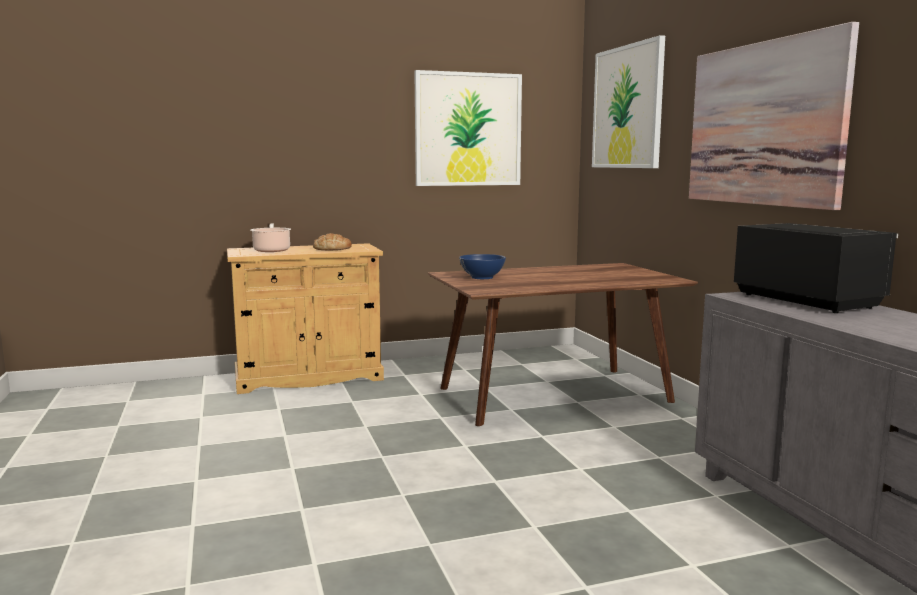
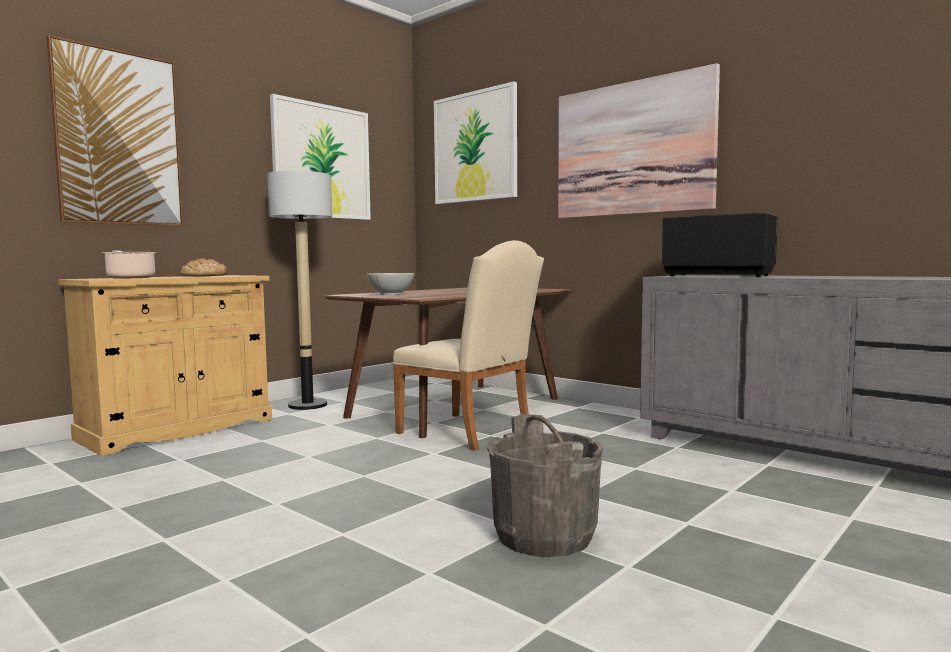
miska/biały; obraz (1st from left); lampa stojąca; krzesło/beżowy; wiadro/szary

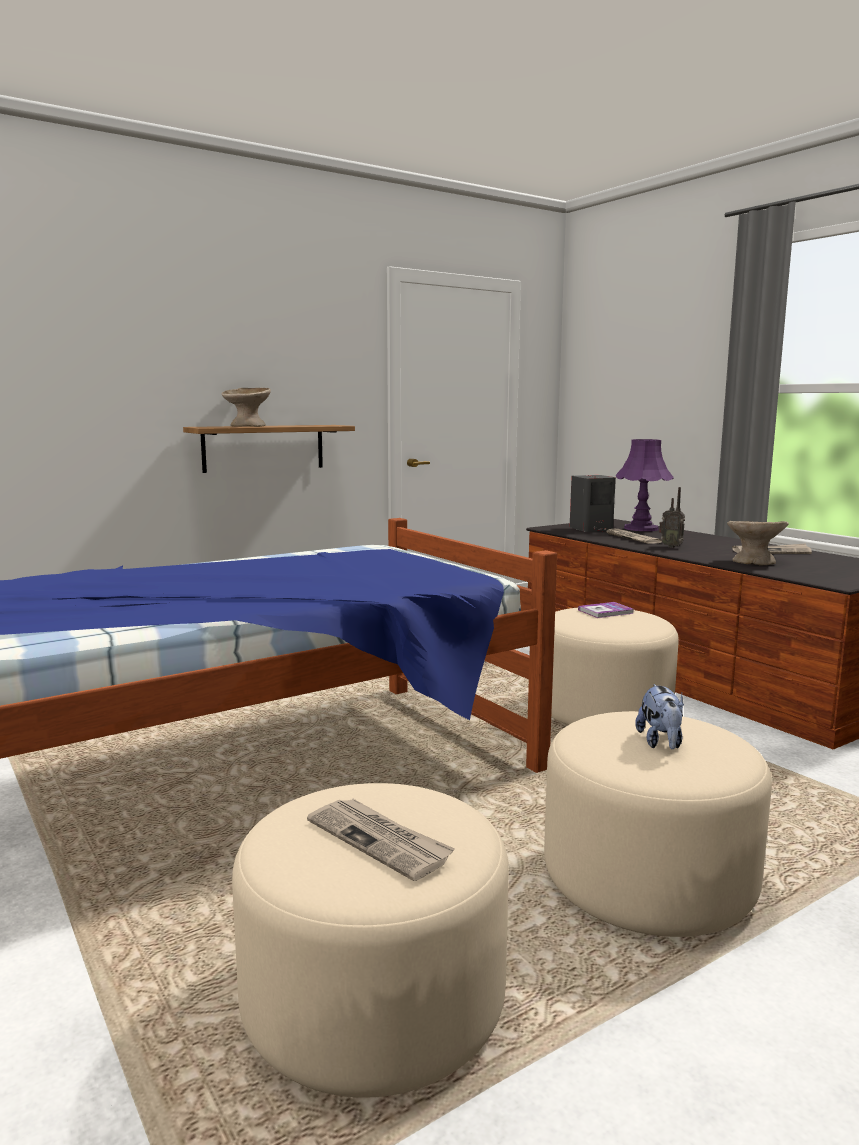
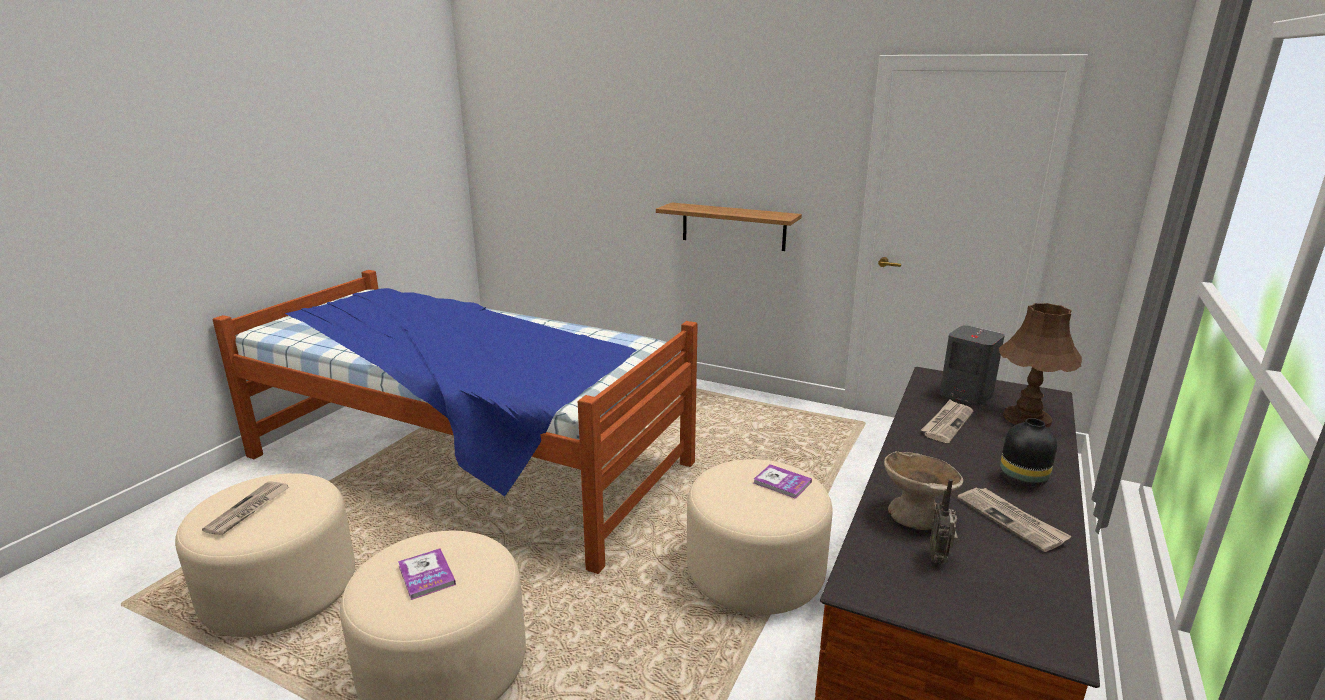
miska/beżowy (1st from left in the first image); lampa stołowa/brązowy; radio; książka (1st from left); wazon/czarny

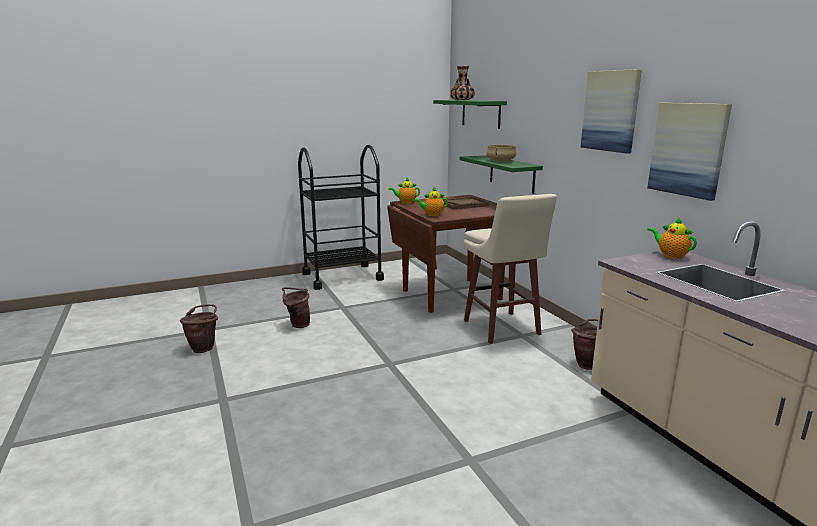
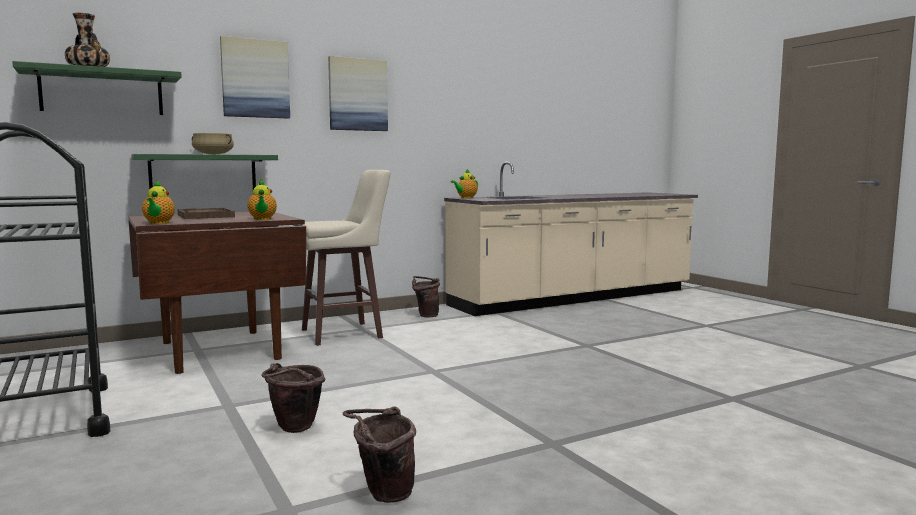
obraz (1st from left)

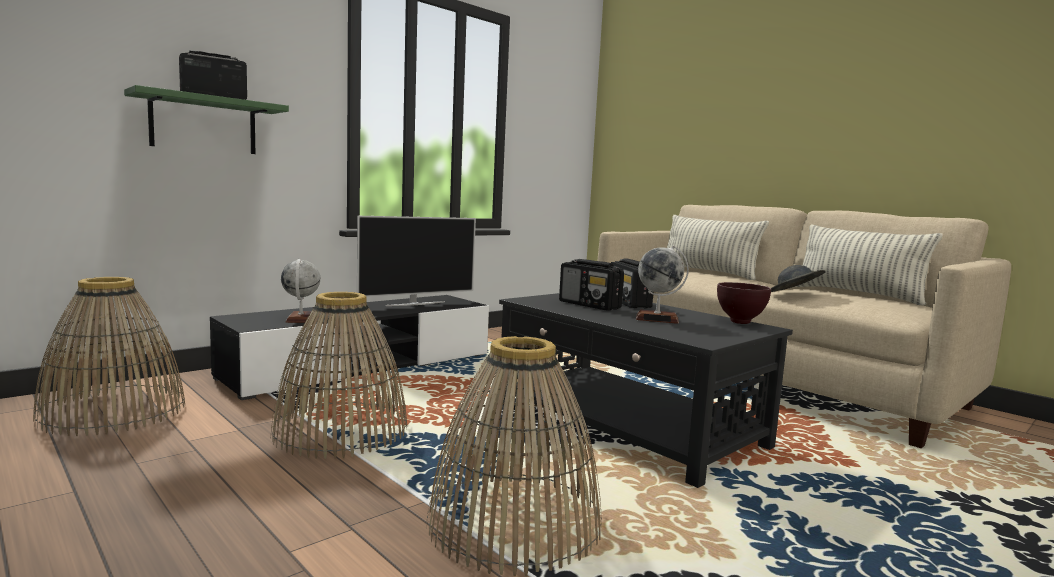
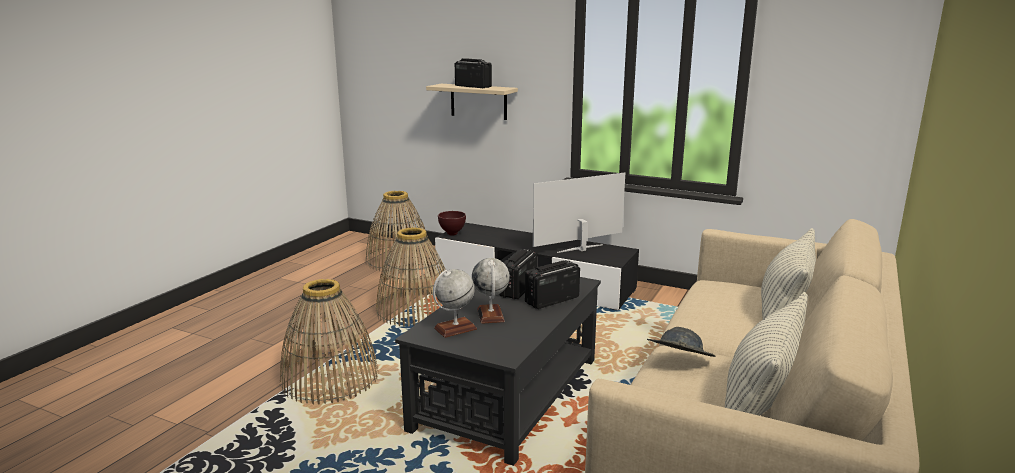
półka/beżowy; telewizor; globus (1st from left); miska/brązowy

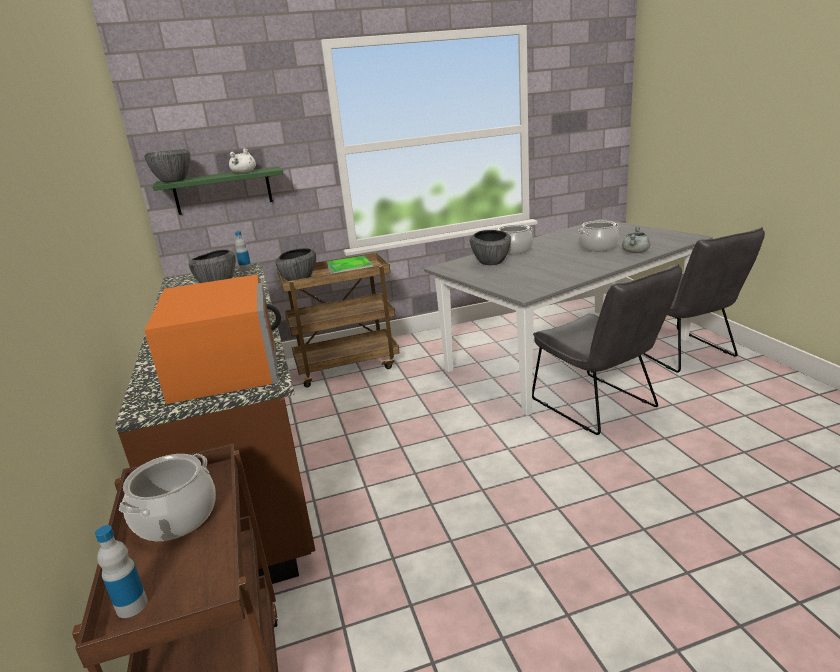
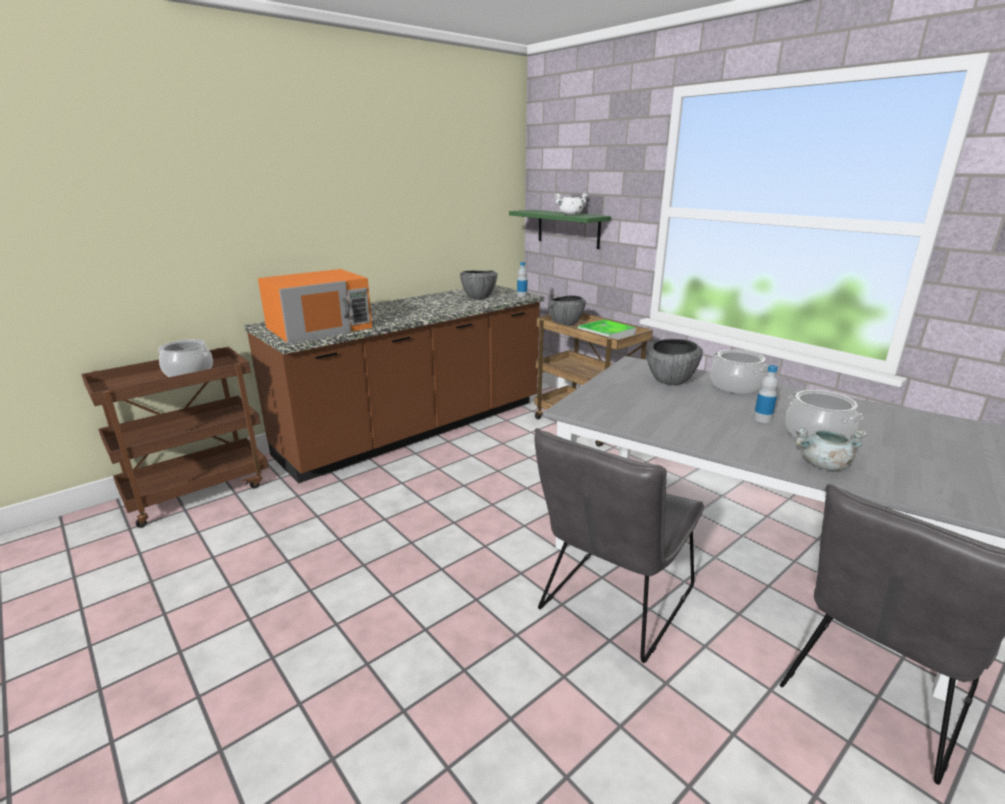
miska (1st from left in the first image); butelka (2nd from left)

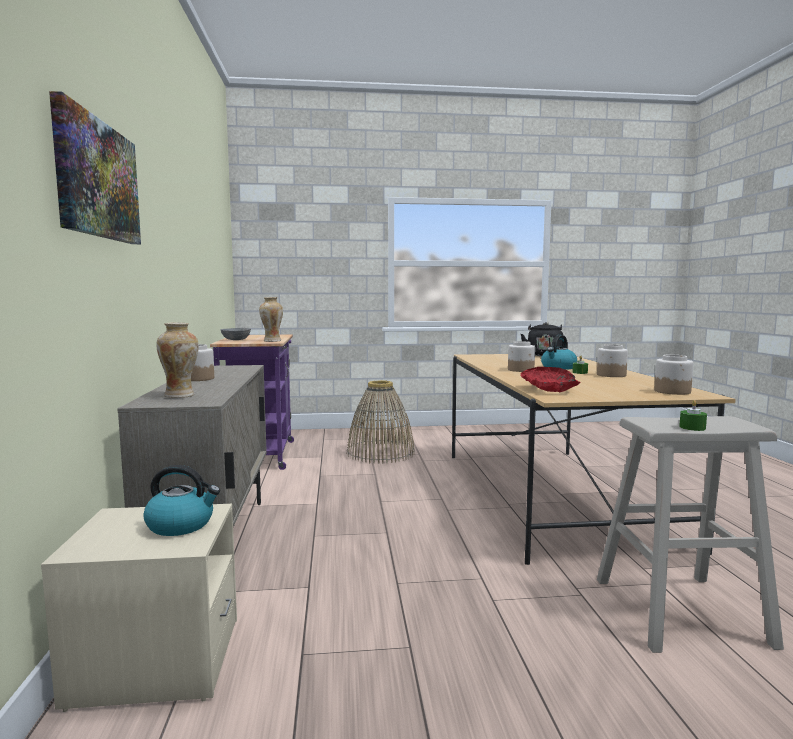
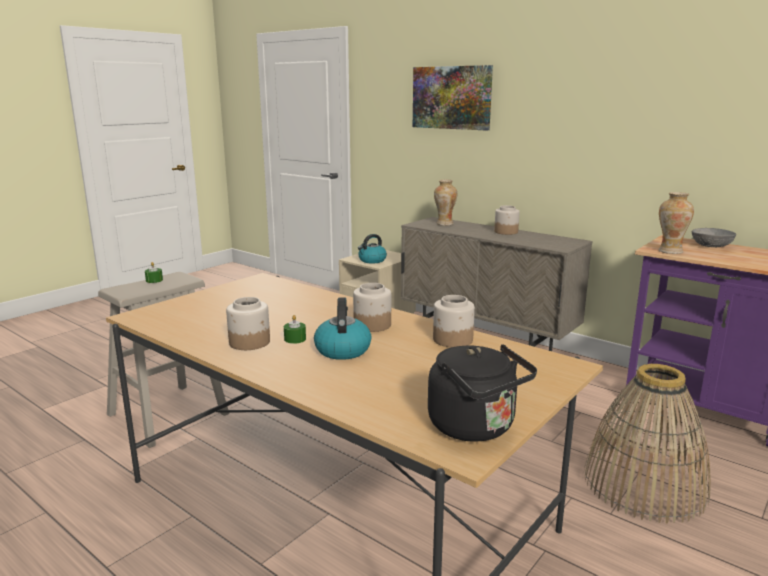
słoik (3rd from left); miska/czerwony

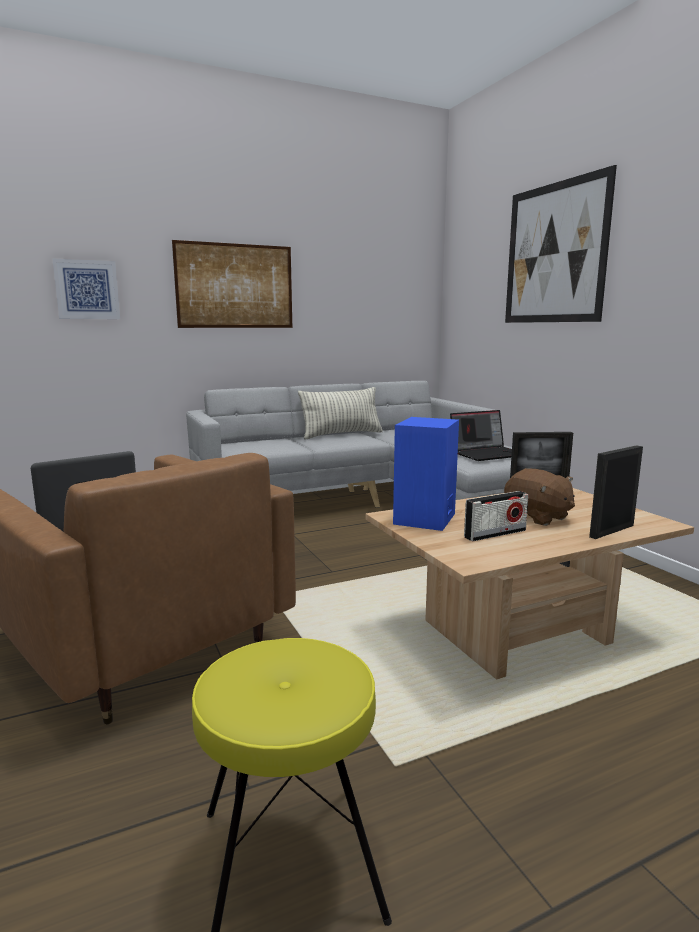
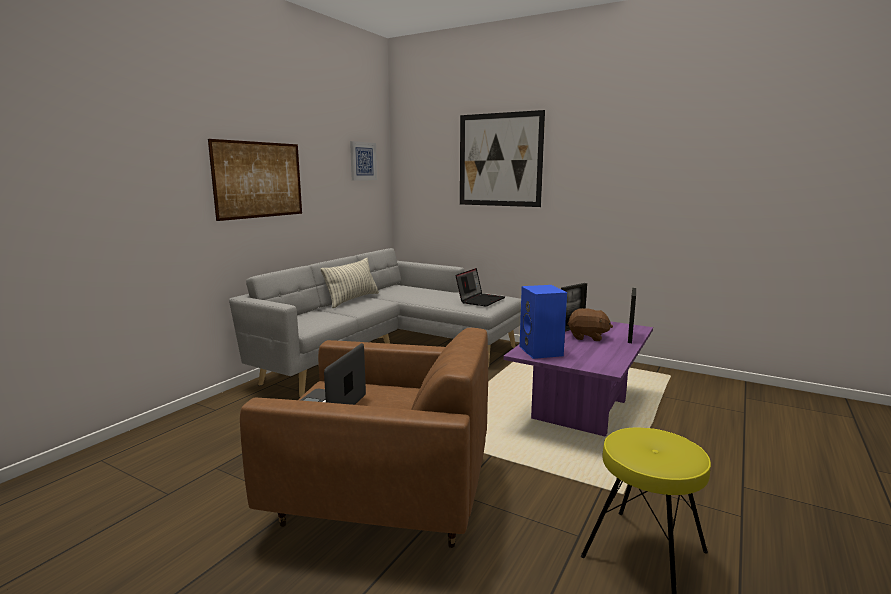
obraz (2nd from left); ława/fioletowy; radio

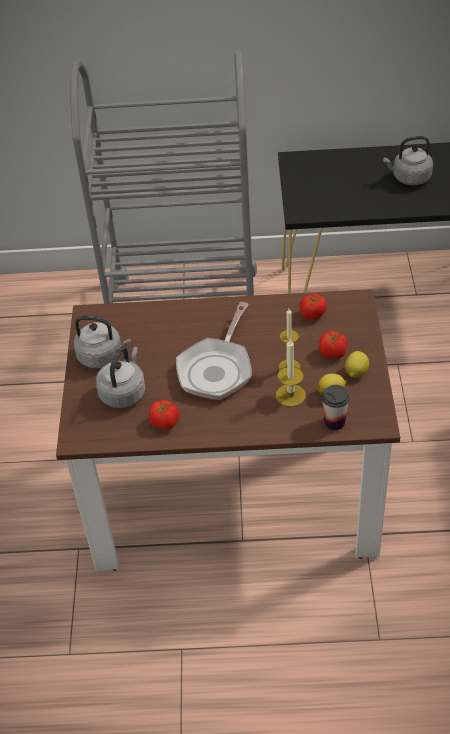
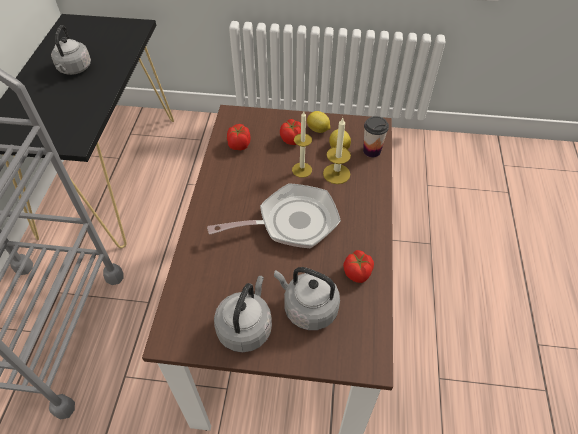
patelnia

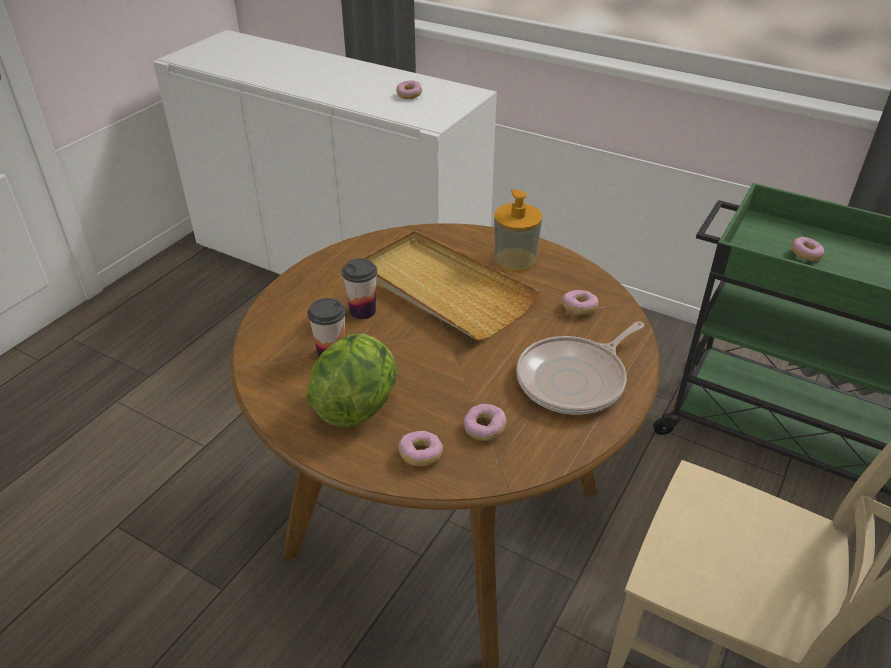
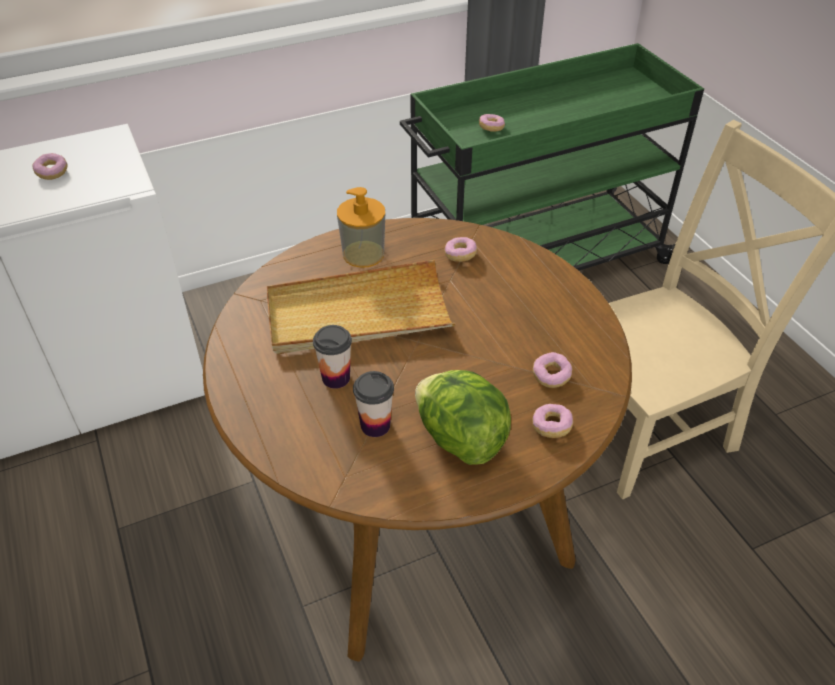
patelnia

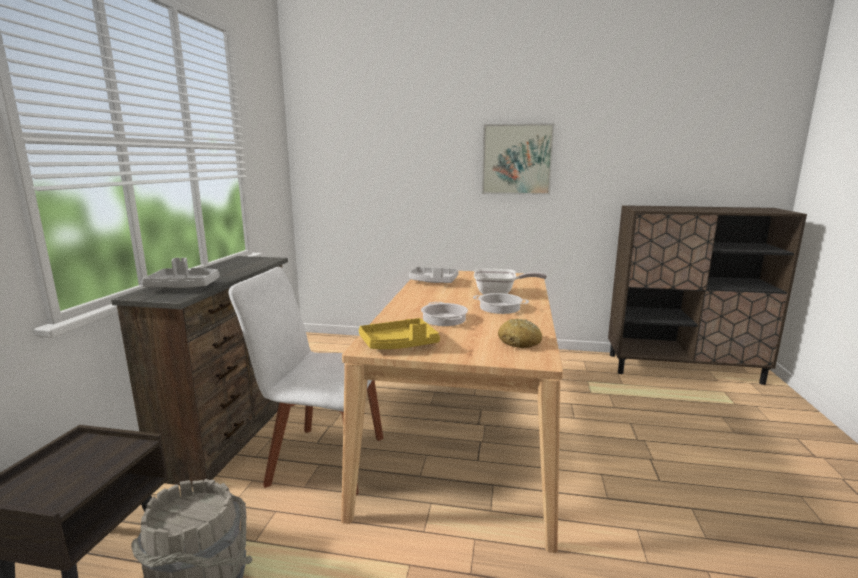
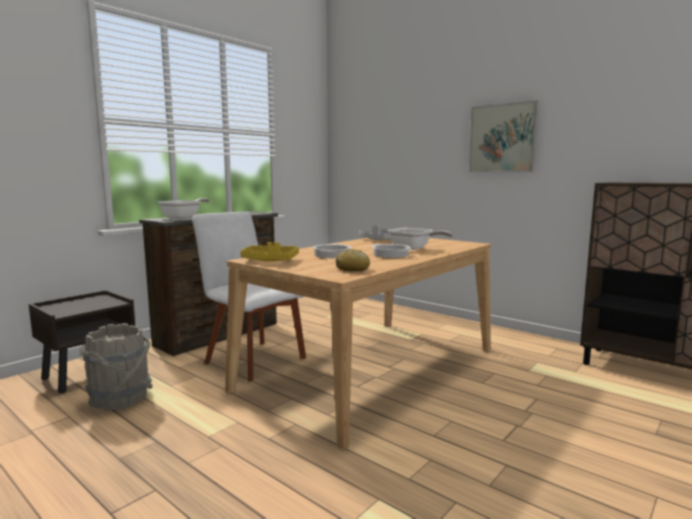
patelnia (1st from left)

